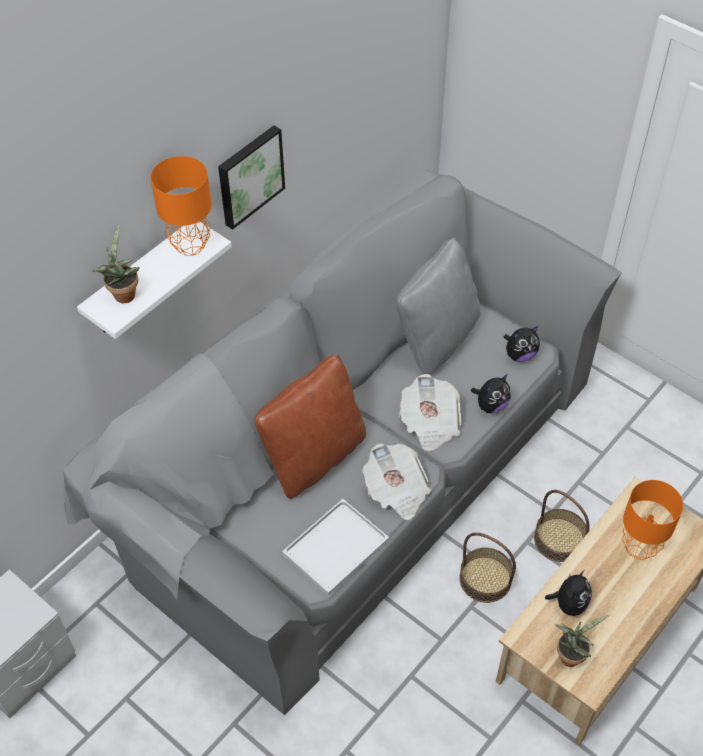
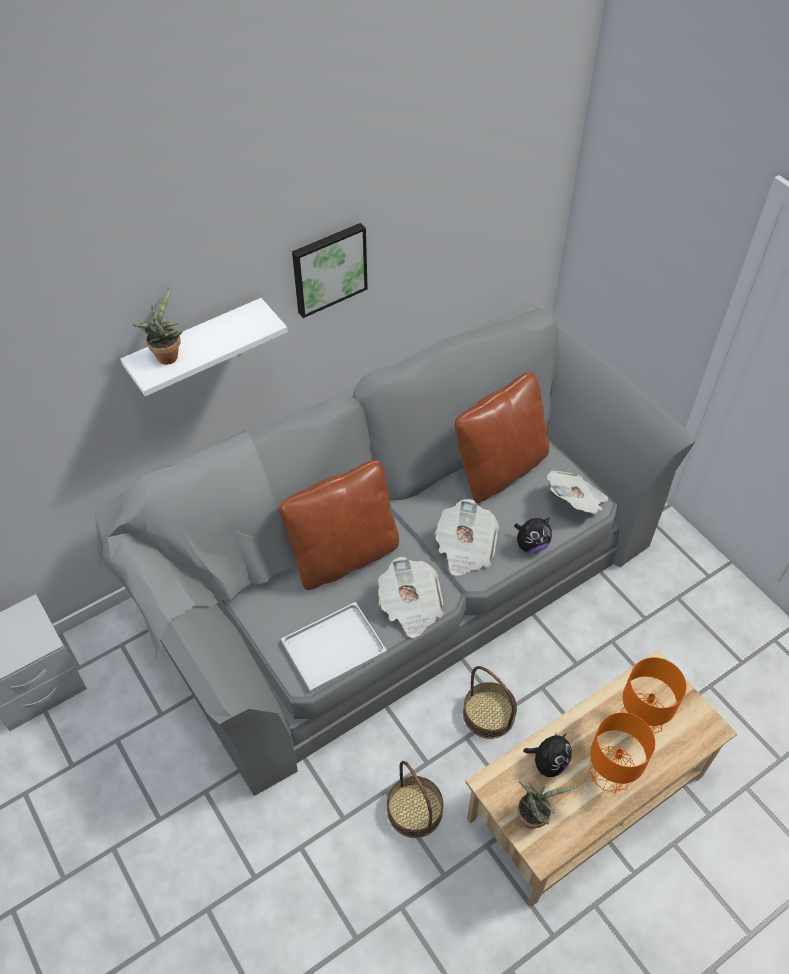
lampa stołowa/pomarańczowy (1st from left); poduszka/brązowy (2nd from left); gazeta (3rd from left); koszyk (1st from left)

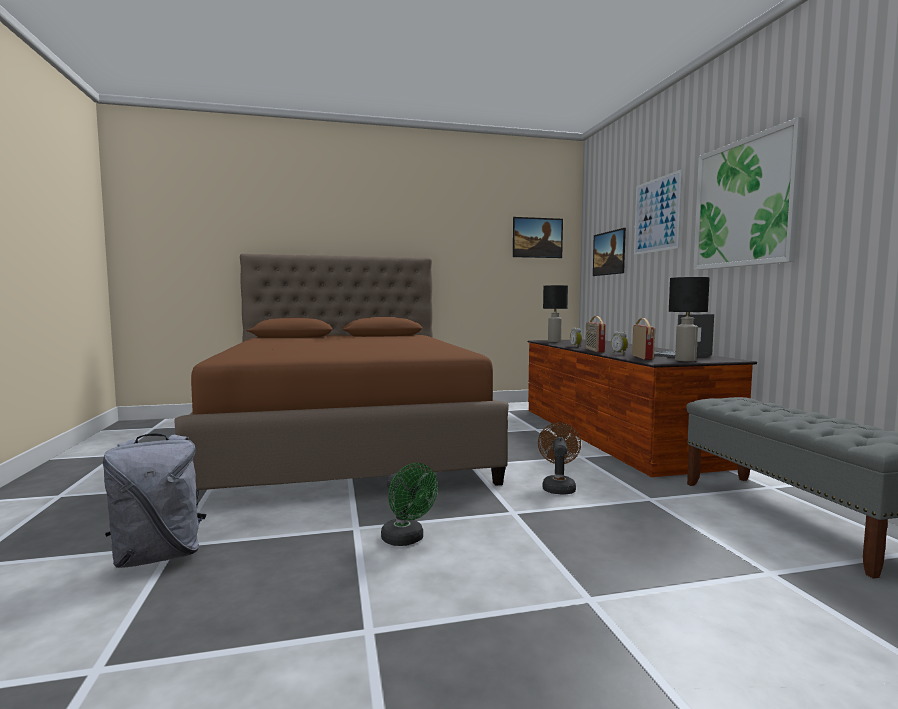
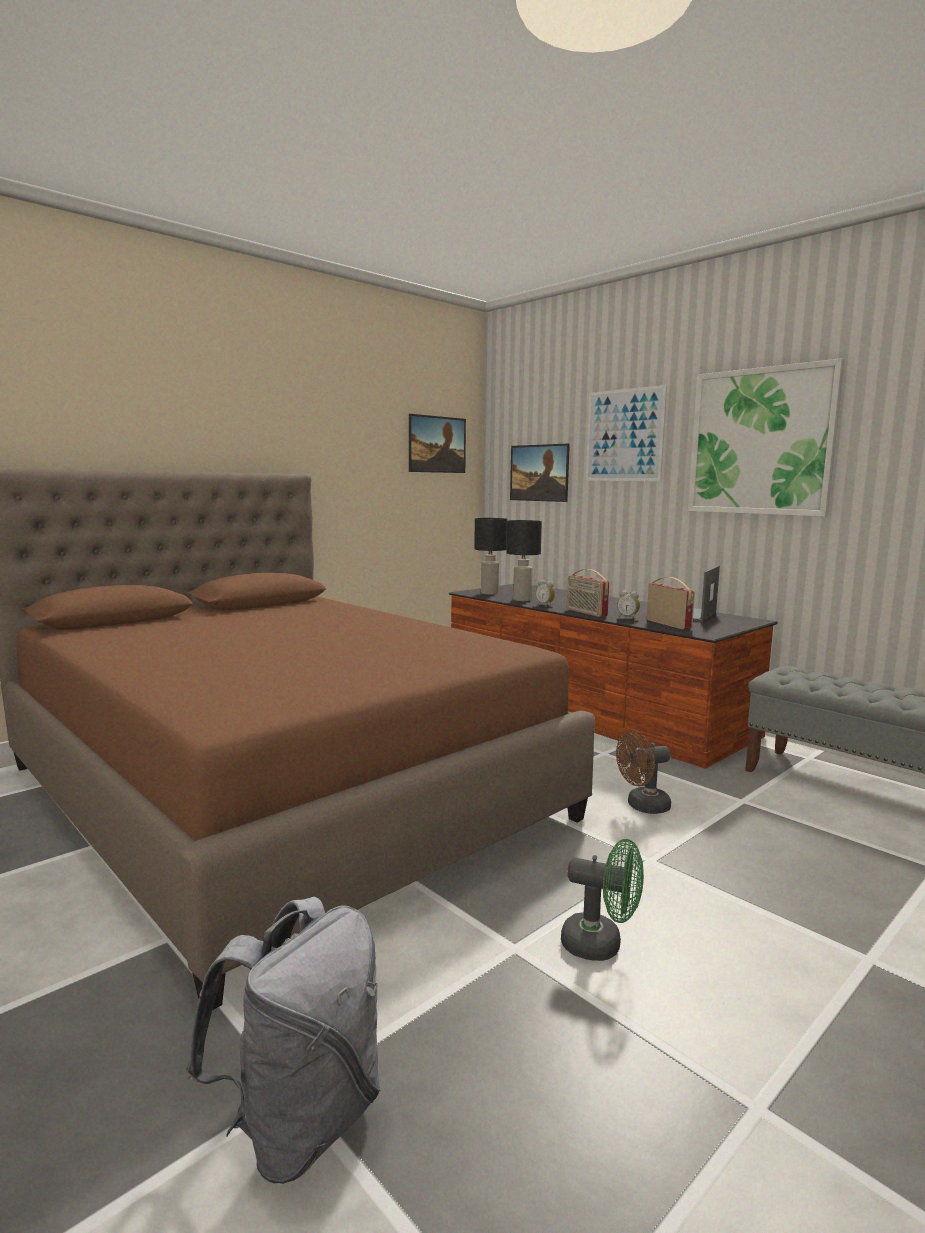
lampa stołowa/czarny (2nd from left); wentylator/brązowy

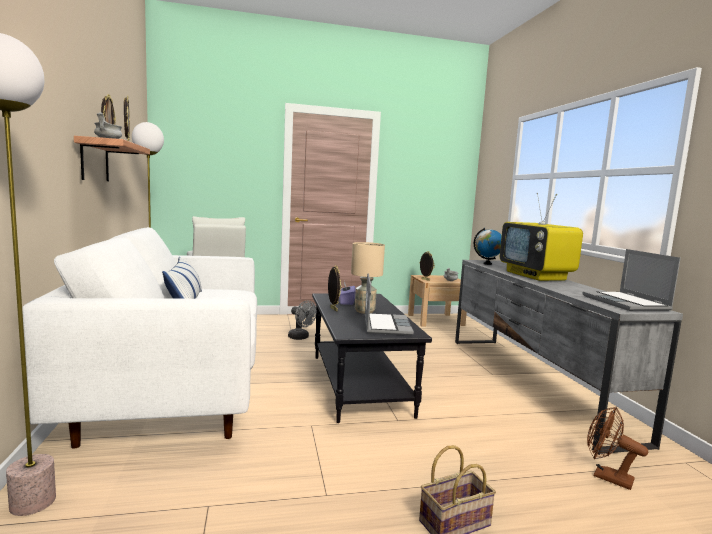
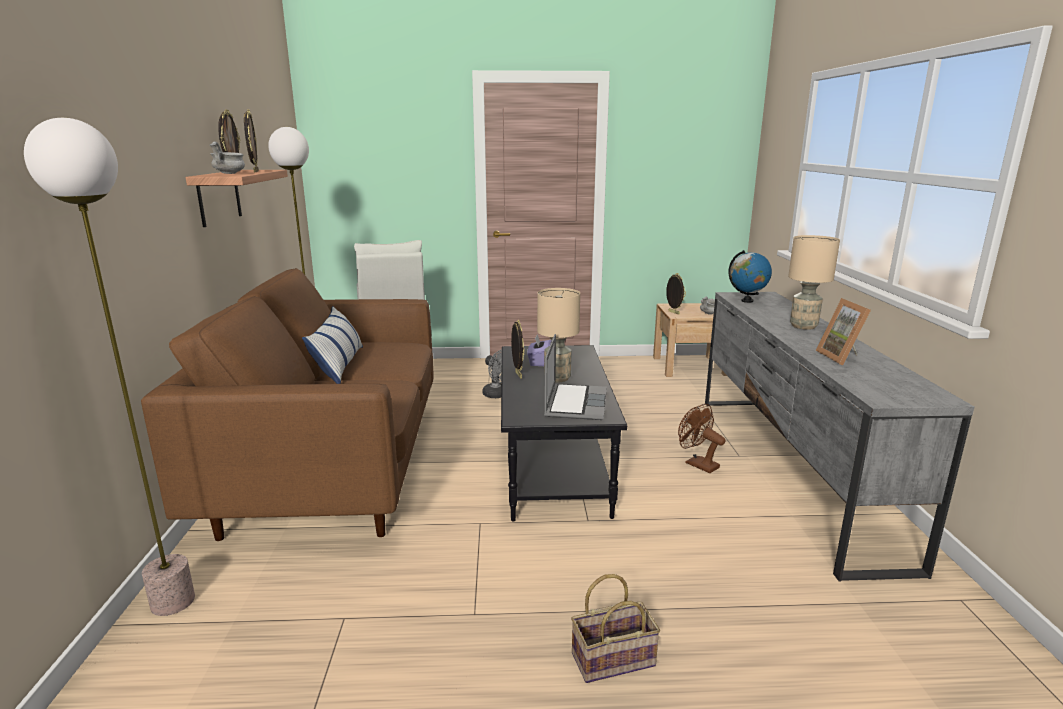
lampa stołowa/beżowy (2nd from left); kanapa/brązowy; laptop (2nd from left in the first image); wentylator/brązowy; ramka na zdjęcie (5th from left)

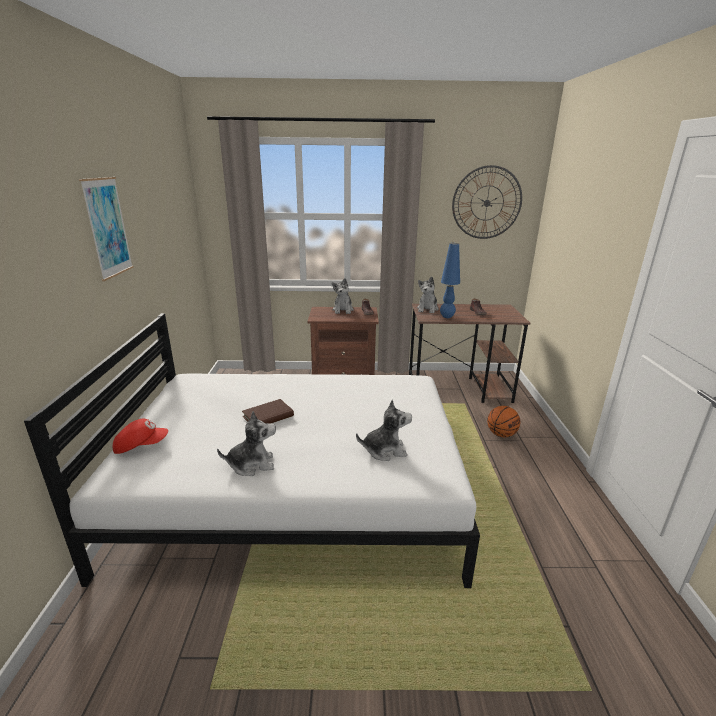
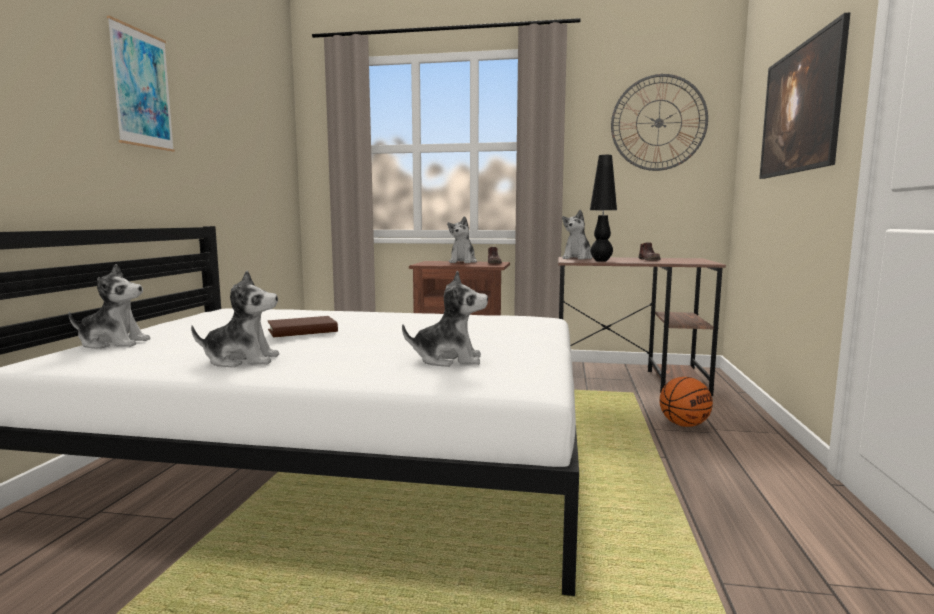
lampa stołowa/czarny; pluszak (1st from left); obraz (2nd from left)

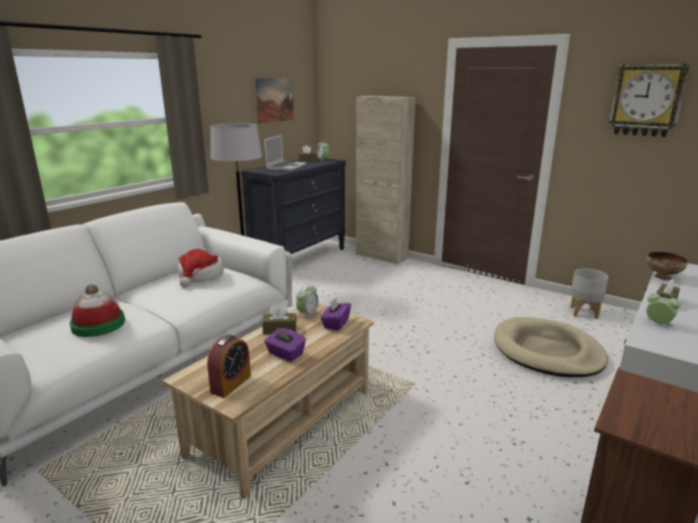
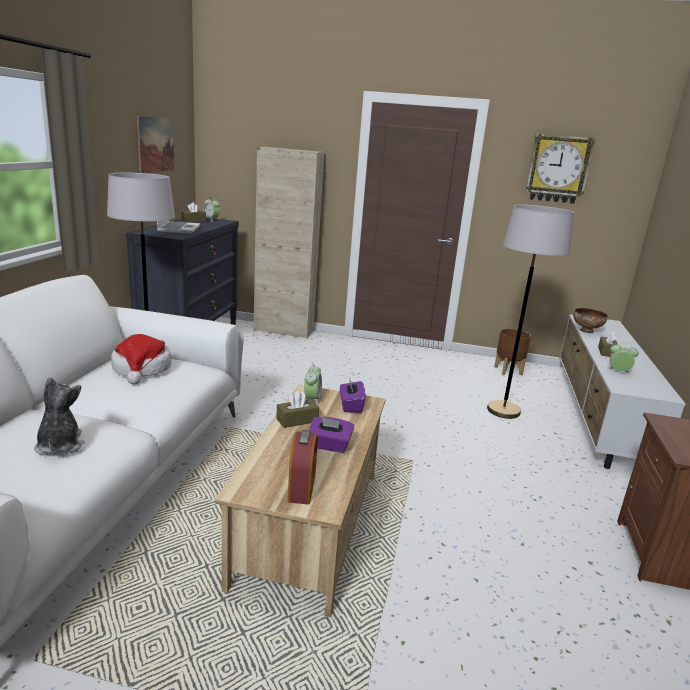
donica/brązowy; pluszak; lampa stojąca/szary (2nd from left)

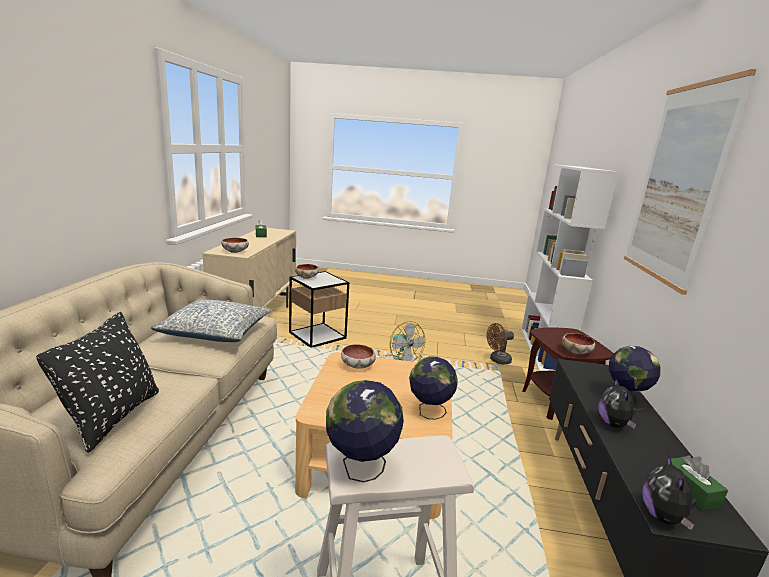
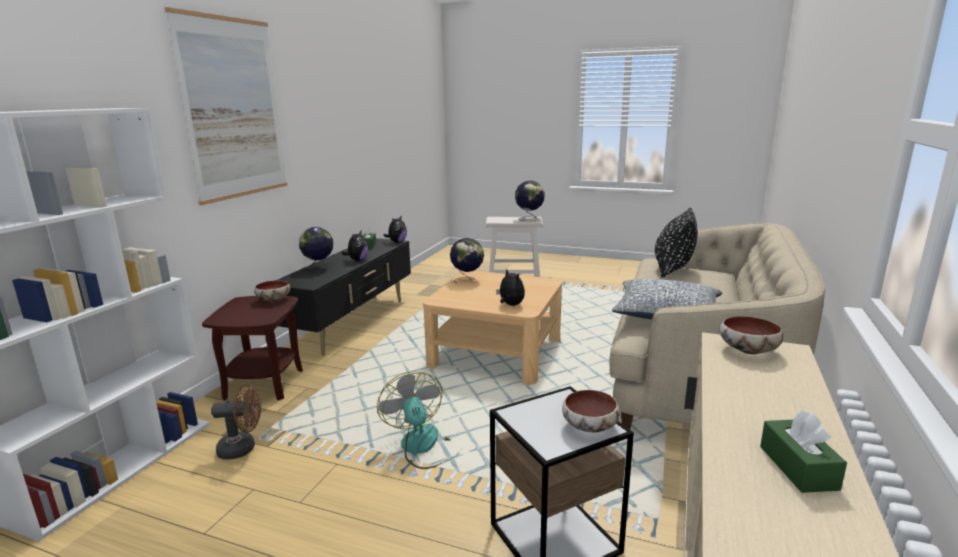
pluszak (3rd from left)

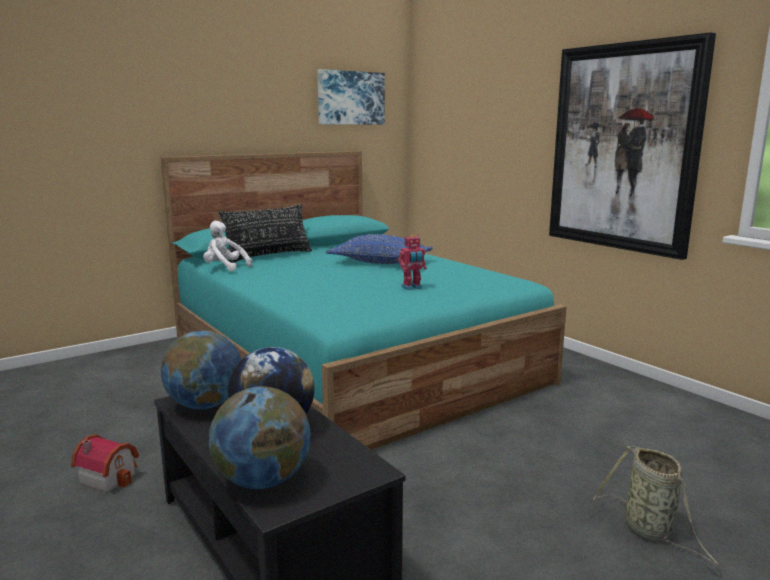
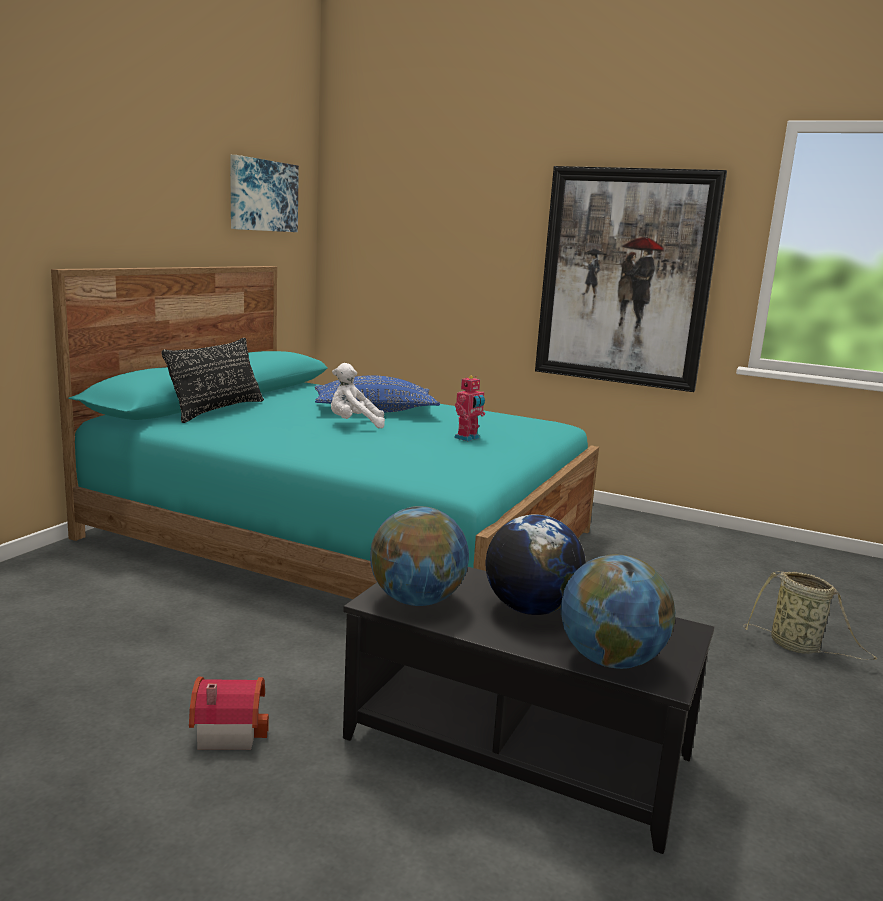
pluszak/biały

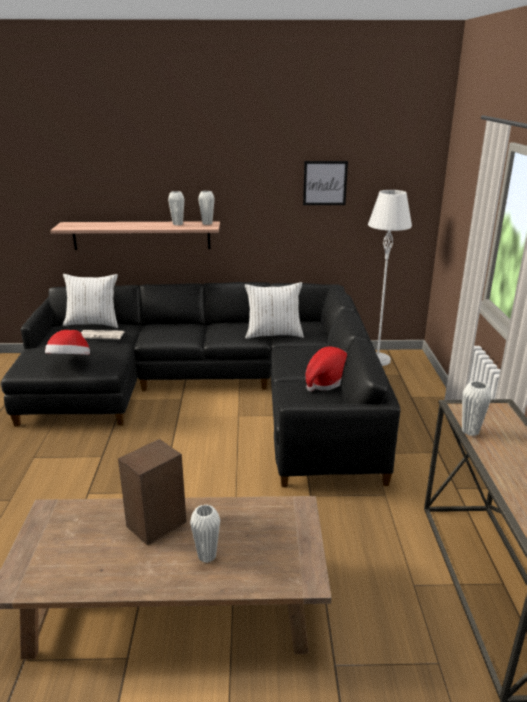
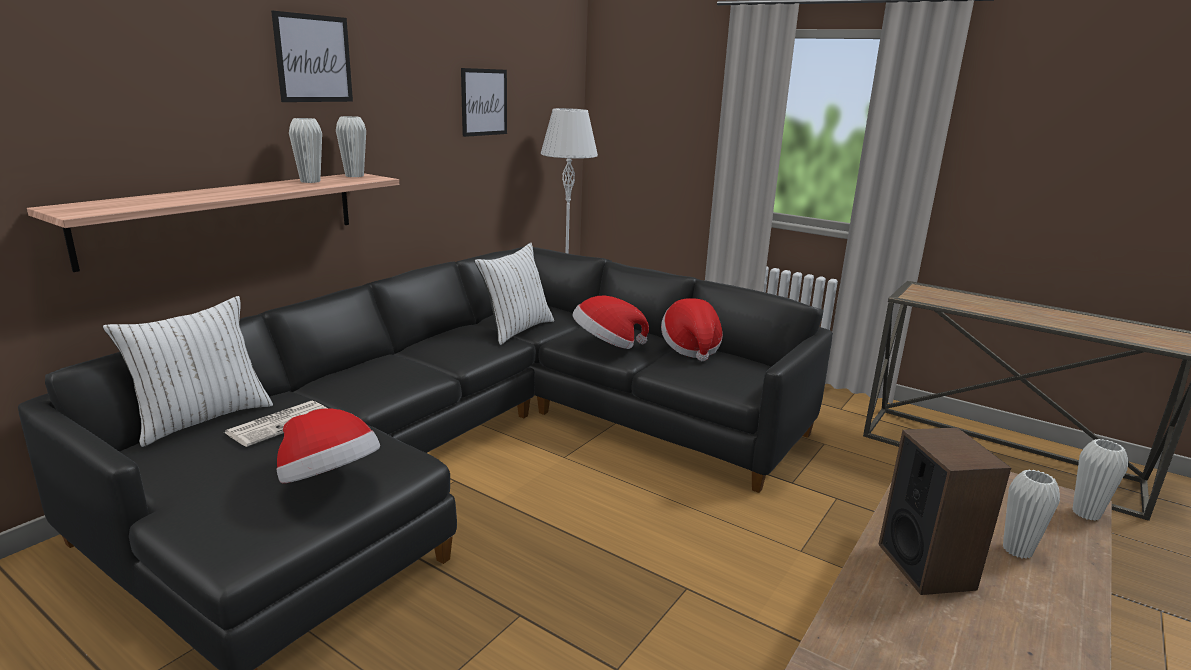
wazon/biały (4th from left); obraz (1st from left); kapelusz (2nd from left)

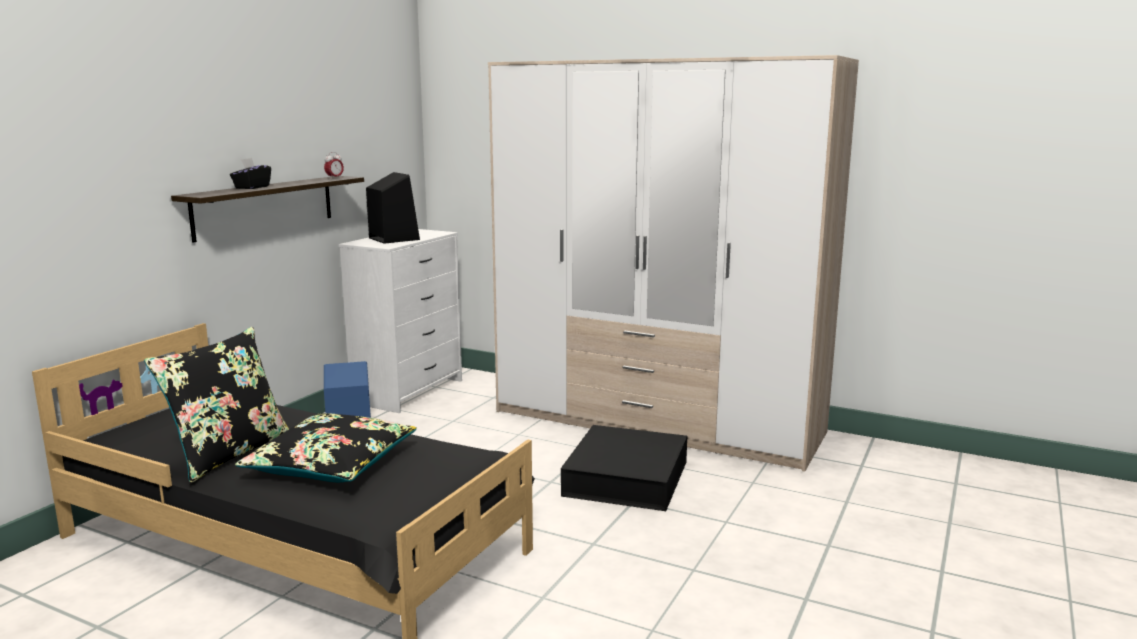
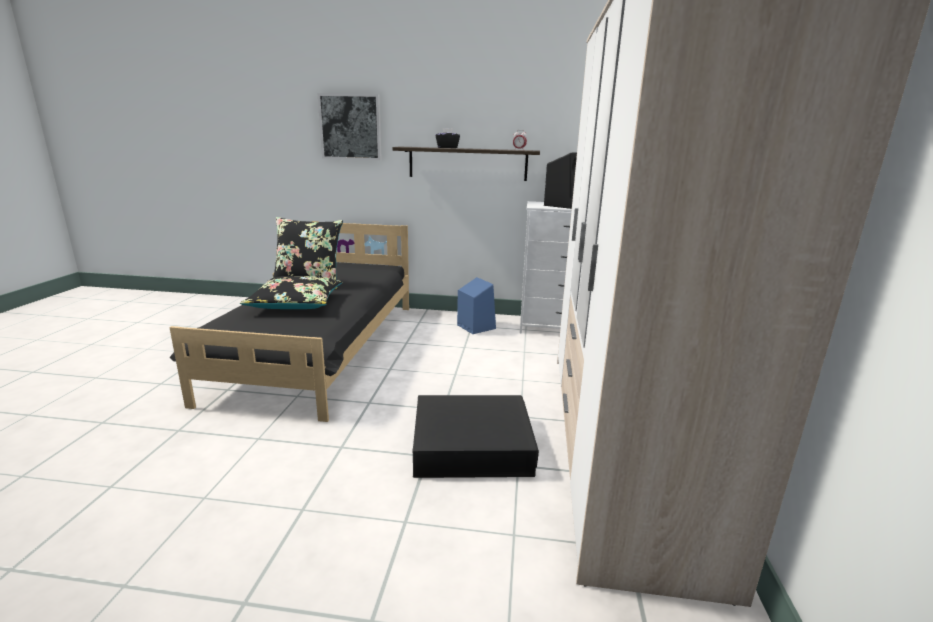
obraz

